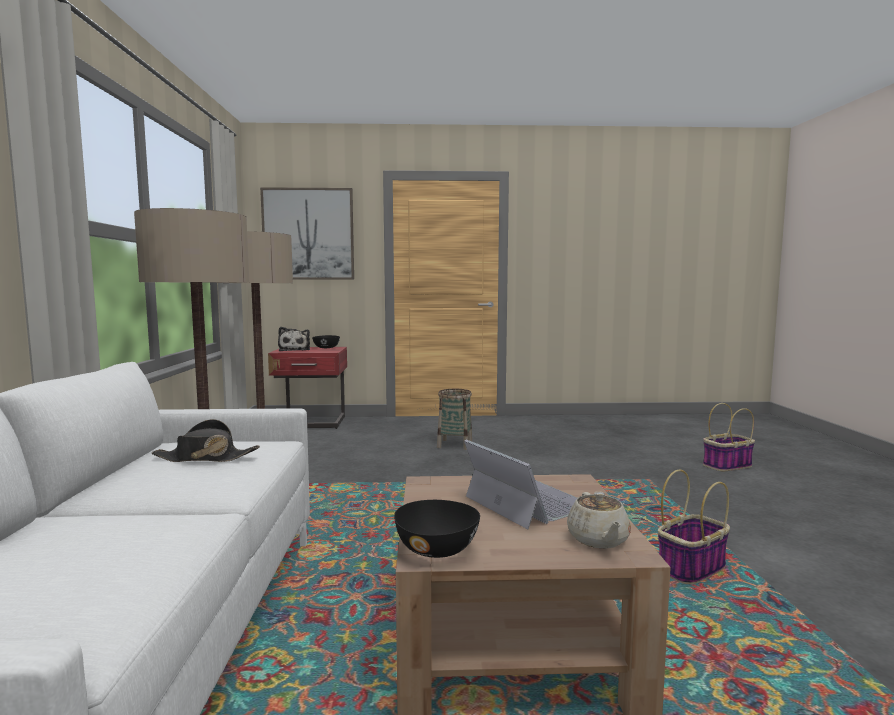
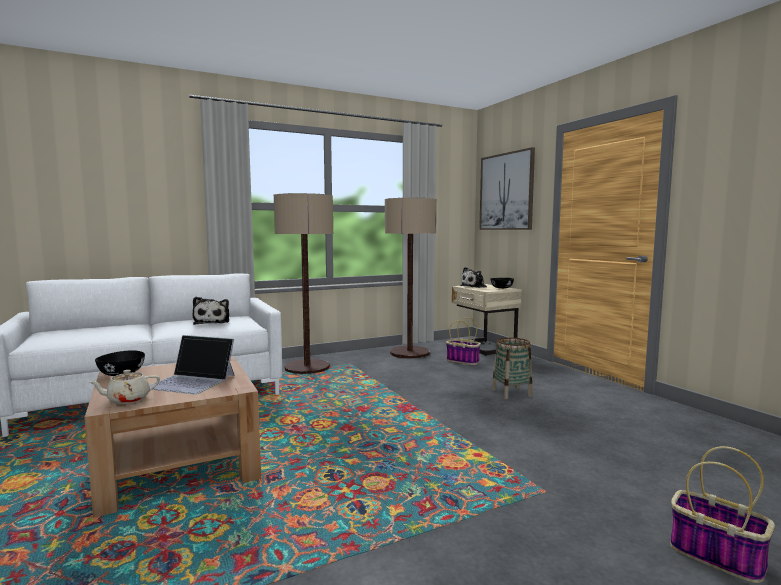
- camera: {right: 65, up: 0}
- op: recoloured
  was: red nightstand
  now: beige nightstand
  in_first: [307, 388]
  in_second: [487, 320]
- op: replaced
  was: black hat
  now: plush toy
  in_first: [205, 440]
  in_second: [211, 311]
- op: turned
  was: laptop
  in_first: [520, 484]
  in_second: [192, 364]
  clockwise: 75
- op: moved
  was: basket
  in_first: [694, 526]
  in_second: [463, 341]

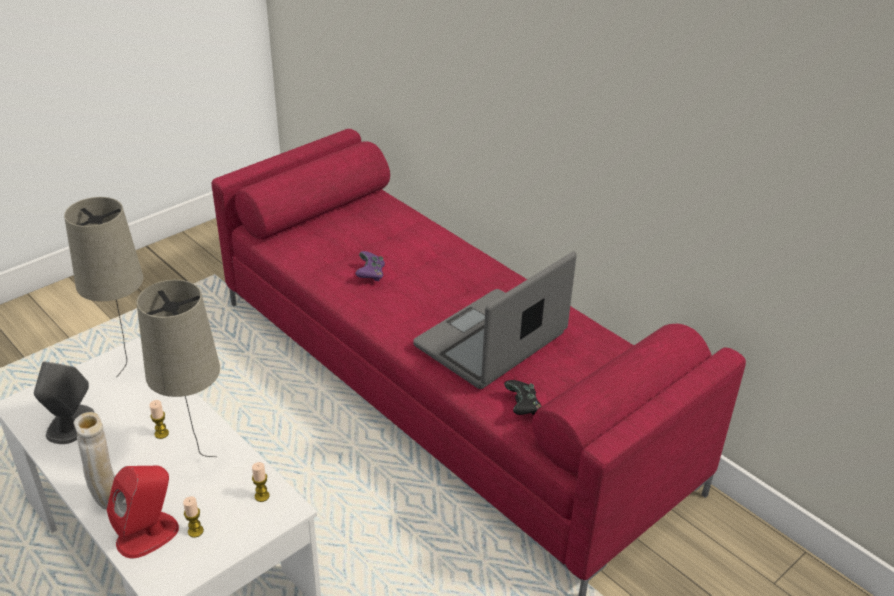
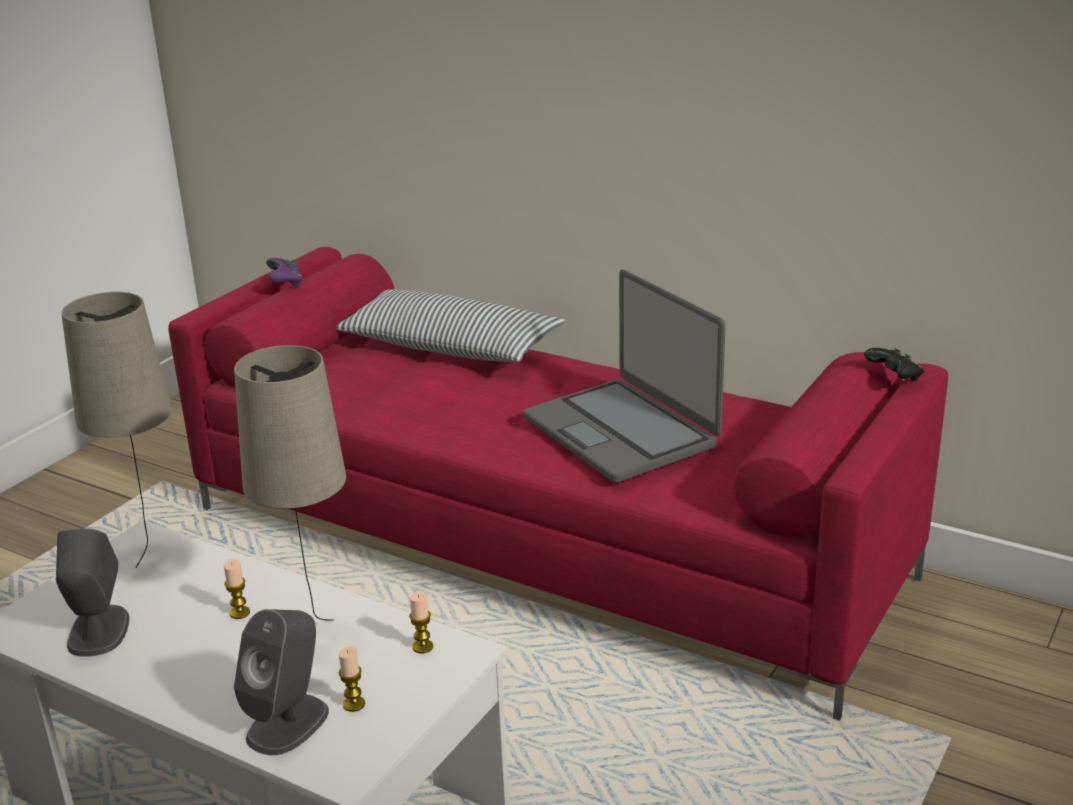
- camera: {right: -15, up: -10}
- op: moved
  was: purple game controller
  in_first: [370, 266]
  in_second: [284, 272]
- op: turned
  was: laptop
  in_first: [495, 320]
  in_second: [624, 376]
  clockwise: -60
- op: moved
  was: black game controller
  in_first: [522, 397]
  in_second: [894, 364]
- op: removed
  was: beige vase
  in_first: [94, 461]
- op: recoloured
  was: red speaker
  now: grey speaker
  in_first: [143, 512]
  in_second: [281, 682]
- op: added
  now: pillow
  in_second: [451, 325]

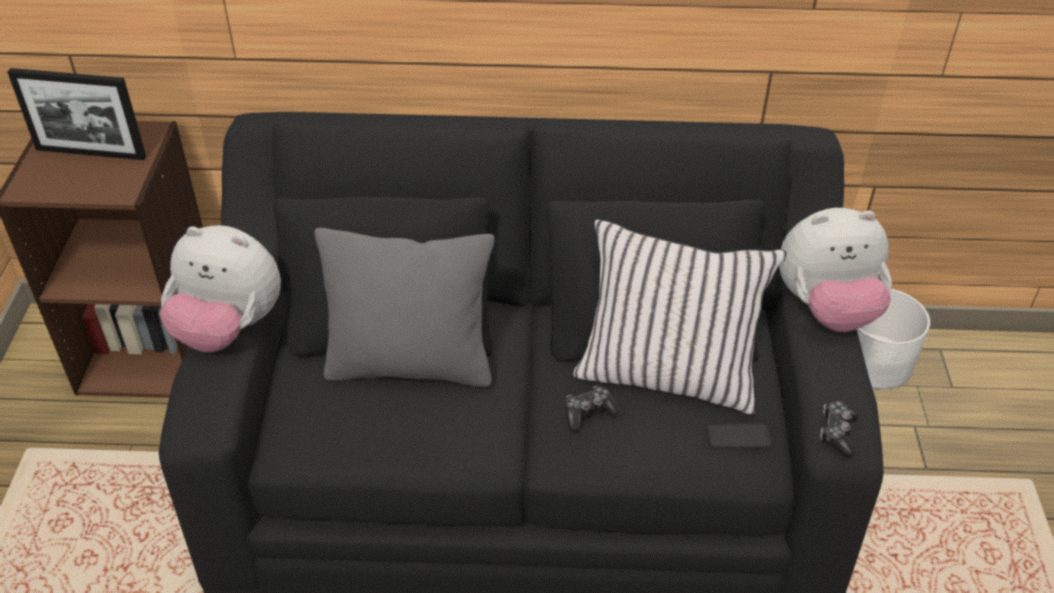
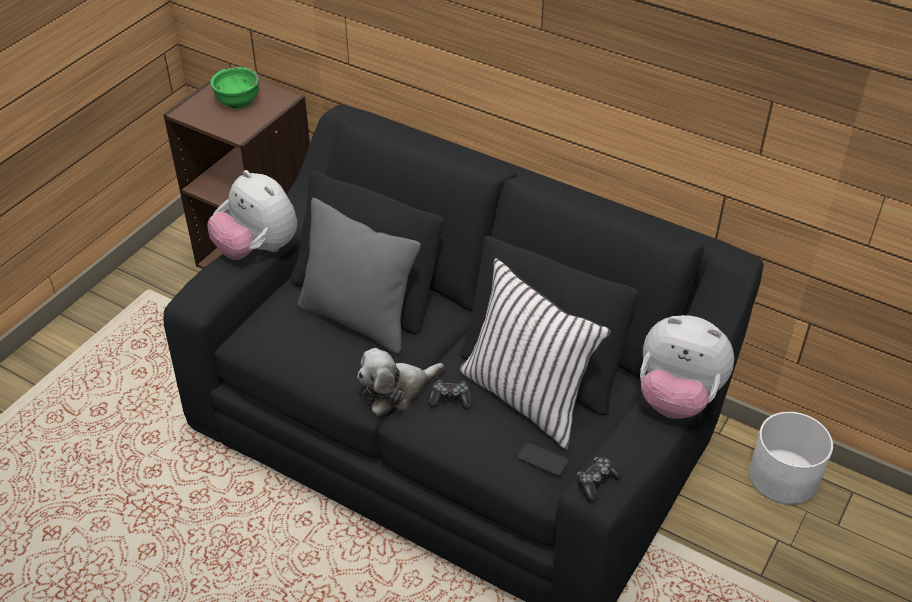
- camera: {right: 30, up: 0}
- op: replaced
  was: picture frame
  now: green bowl
  in_first: [76, 114]
  in_second: [234, 88]
- op: added
  now: plush toy
  in_second: [400, 382]

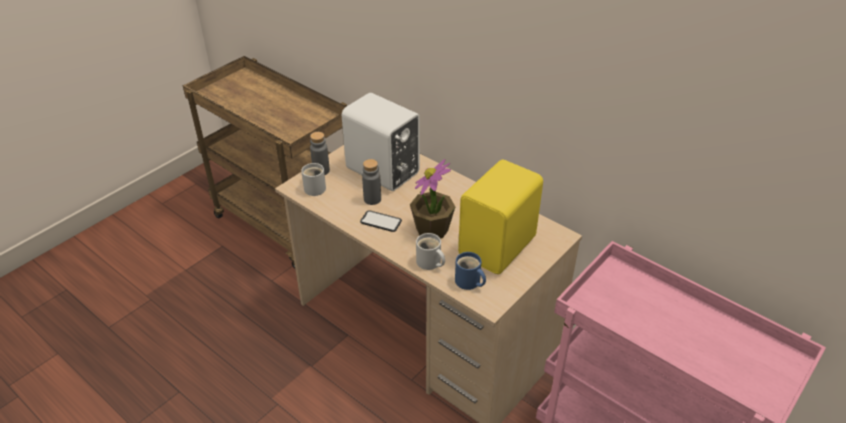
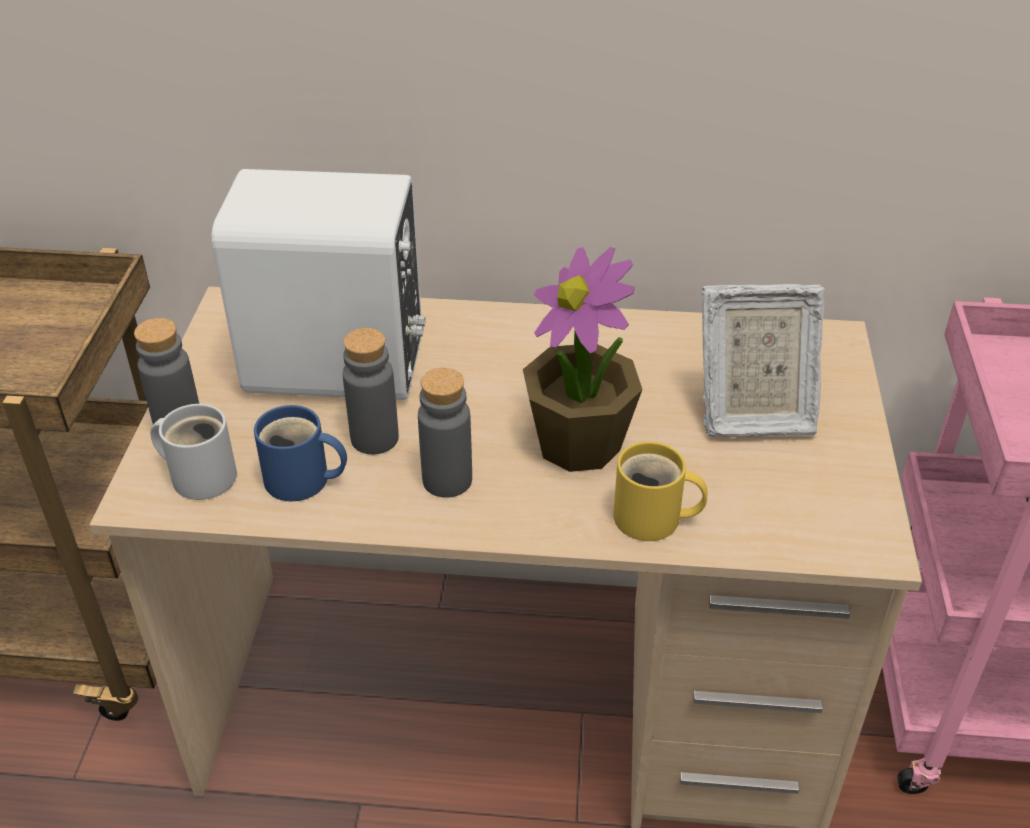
- camera: {right: -35, up: 0}
- op: replaced
  was: yellow speaker
  now: picture frame
  in_first: [500, 217]
  in_second: [763, 360]
- op: replaced
  was: phone
  now: grey bottle
  in_first: [381, 221]
  in_second: [445, 433]
- op: recoloured
  was: white mug
  now: yellow mug
  in_first: [430, 251]
  in_second: [660, 491]
- op: moved
  was: blue mug
  in_first: [470, 271]
  in_second: [300, 453]

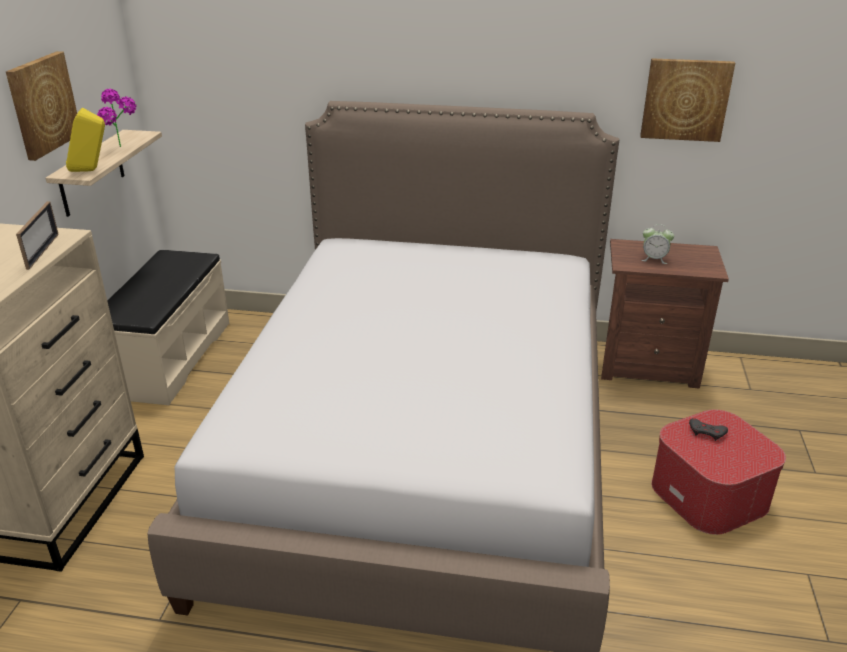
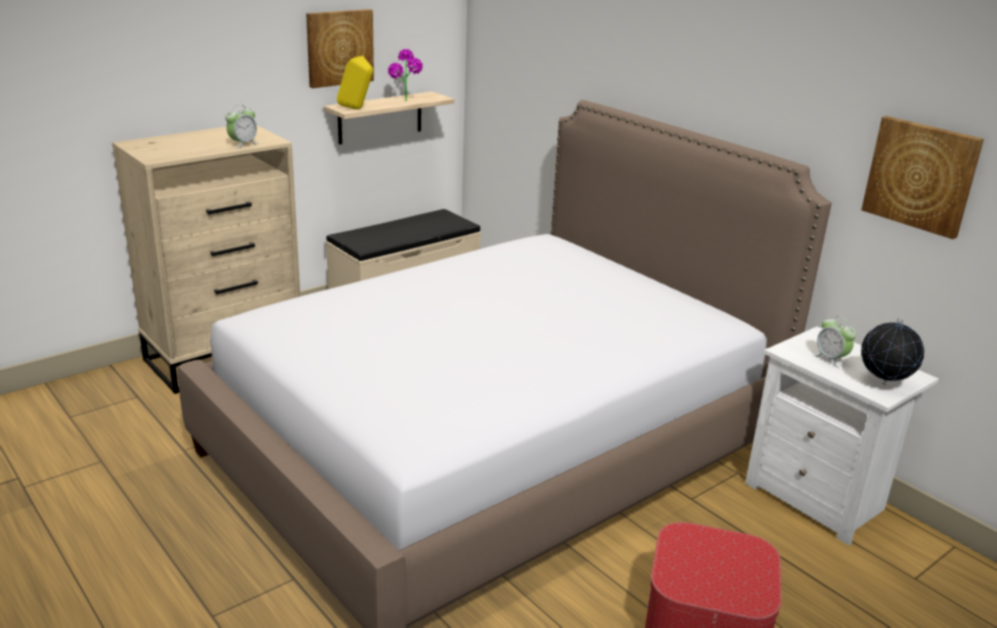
- camera: {right: 40, up: -5}
- op: replaced
  was: picture frame
  now: alarm clock
  in_first: [37, 235]
  in_second: [242, 126]
- op: recoloured
  was: brown nightstand
  now: white nightstand
  in_first: [665, 314]
  in_second: [842, 436]
- op: removed
  was: grey game controller
  in_first: [708, 429]
- op: added
  now: globe
  in_second: [892, 351]

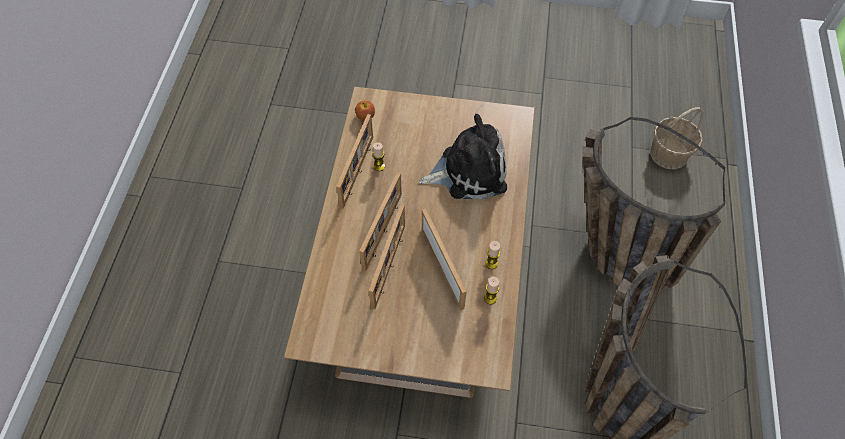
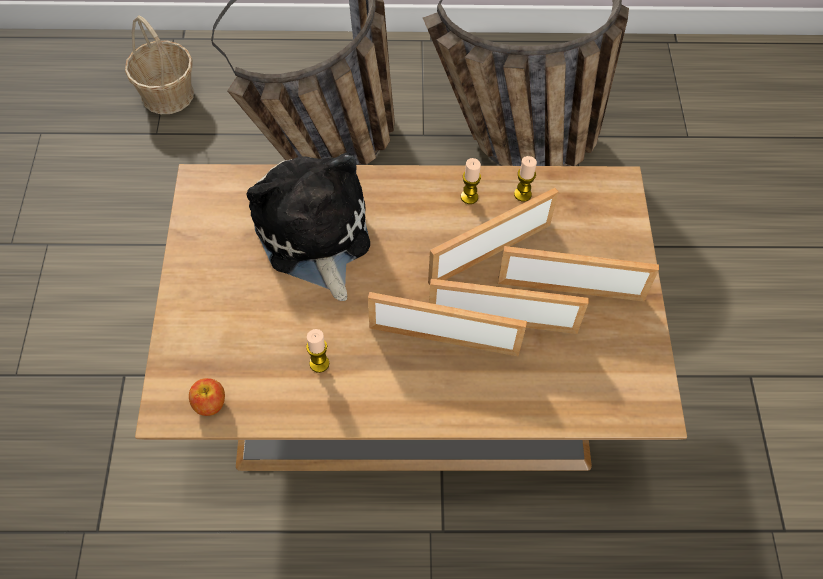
- camera: {right: -100, up: 0}
- op: moved
  was: picture frame
  in_first: [354, 161]
  in_second: [578, 274]

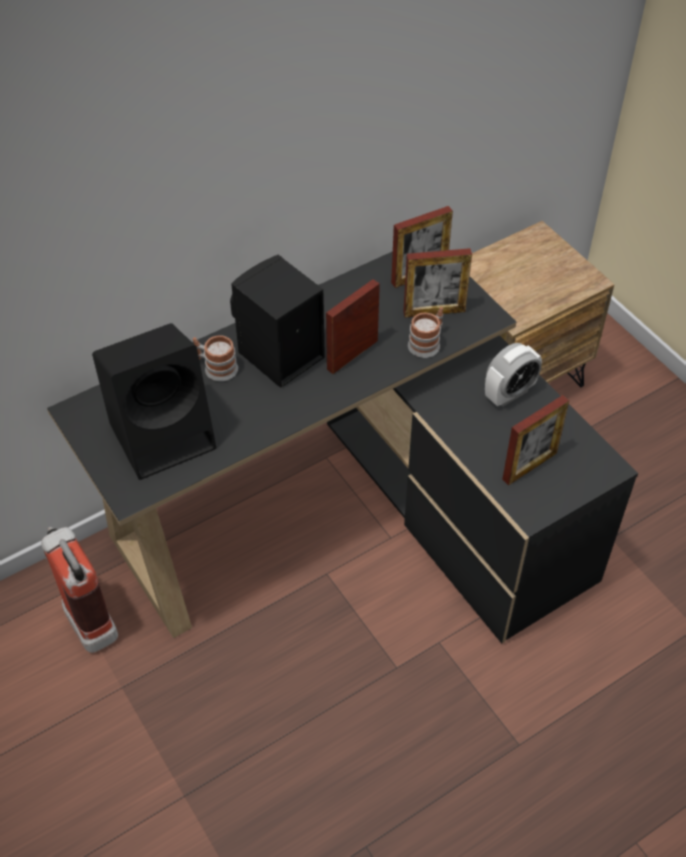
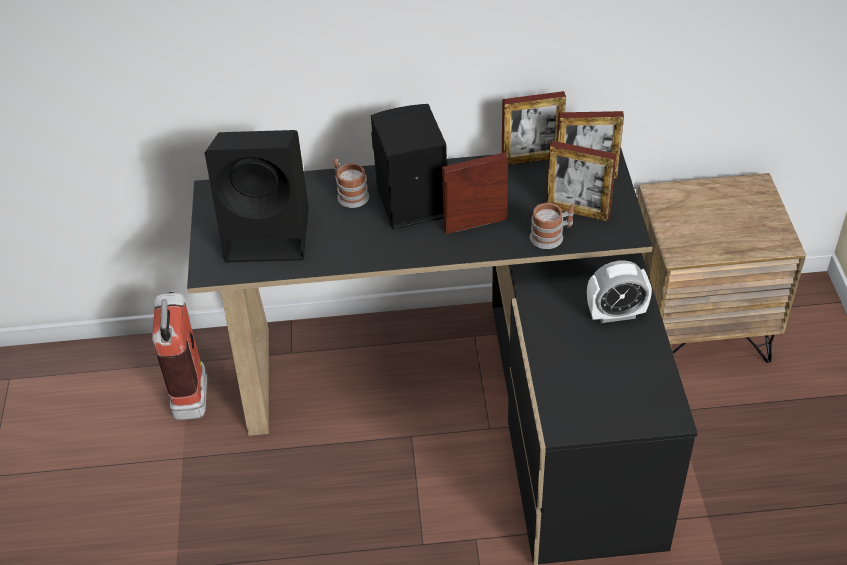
- camera: {right: 30, up: -5}
- op: moved
  was: picture frame
  in_first: [535, 440]
  in_second: [534, 128]

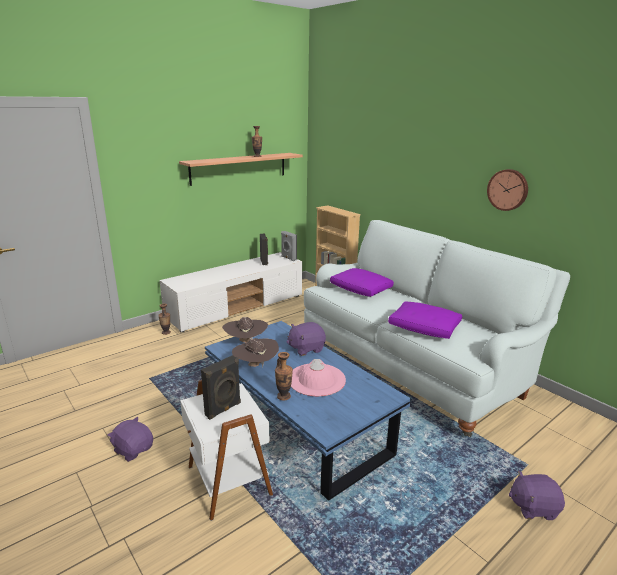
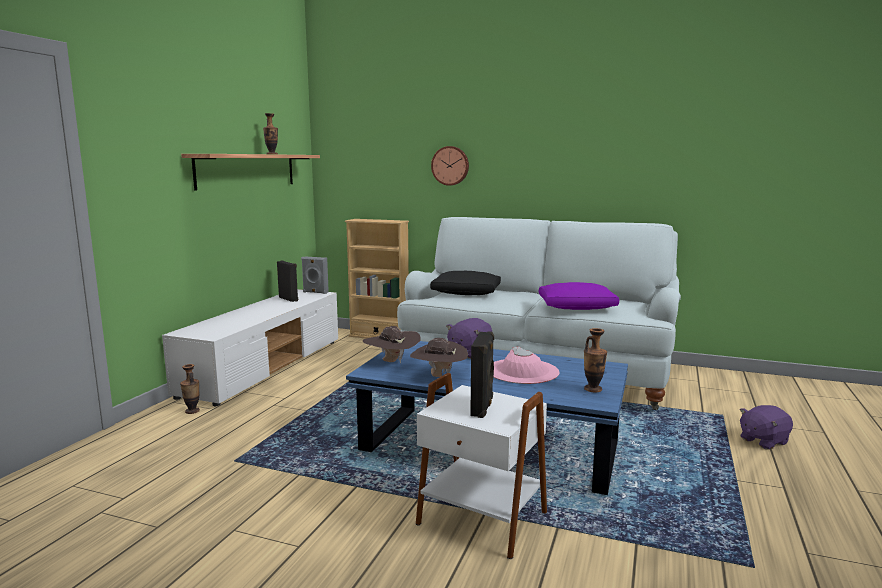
- camera: {right: -30, up: -10}
- op: moved
  was: wall clock
  in_first: [507, 190]
  in_second: [450, 166]
- op: recoloured
  was: purple pillow
  now: black pillow
  in_first: [362, 282]
  in_second: [465, 283]
- op: moved
  was: vase
  in_first: [284, 376]
  in_second: [595, 360]
- op: removed
  was: purple plush toy
  in_first: [130, 439]

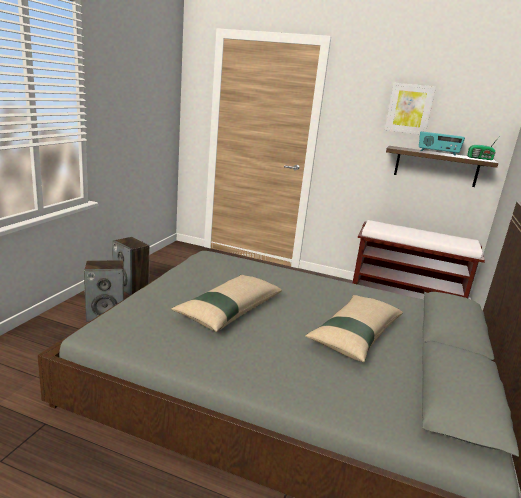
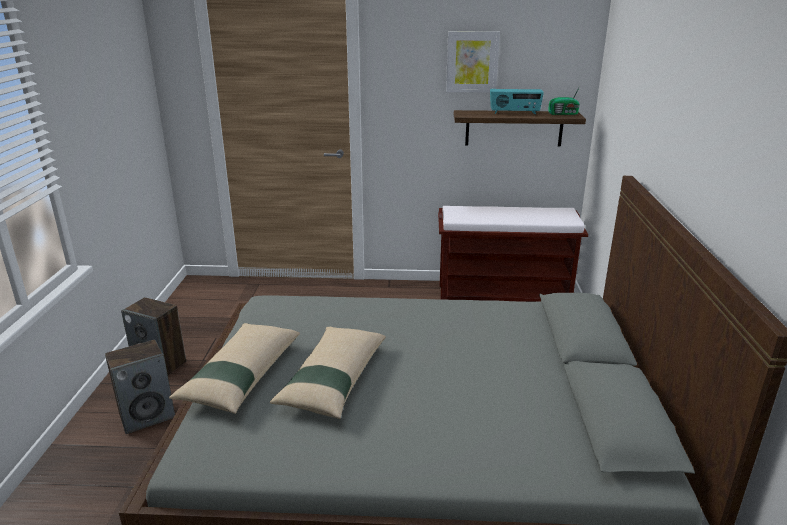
- camera: {right: -15, up: 5}
- op: moved
  was: beige pillow
  in_first: [354, 328]
  in_second: [234, 368]

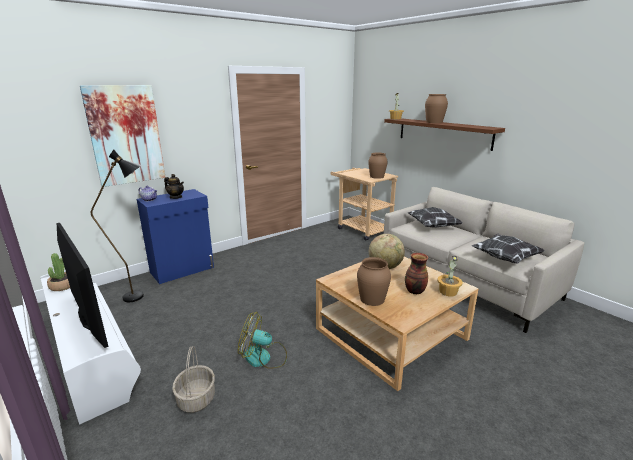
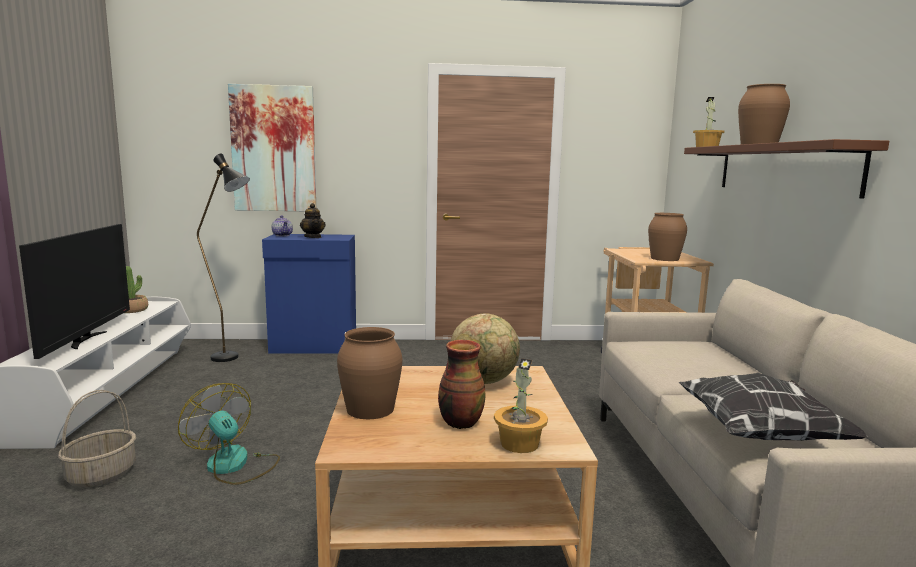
- camera: {right: 35, up: -10}
- op: removed
  was: pillow
  in_first: [434, 217]

